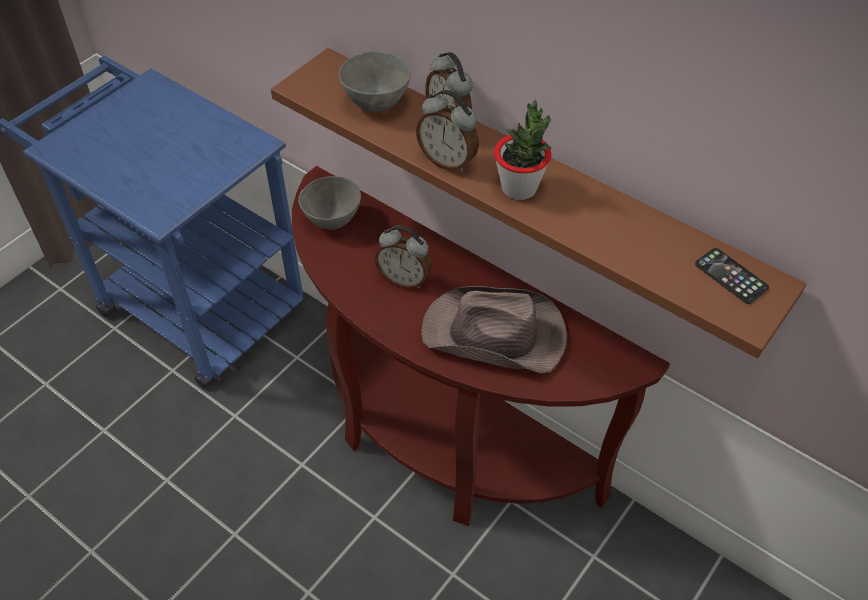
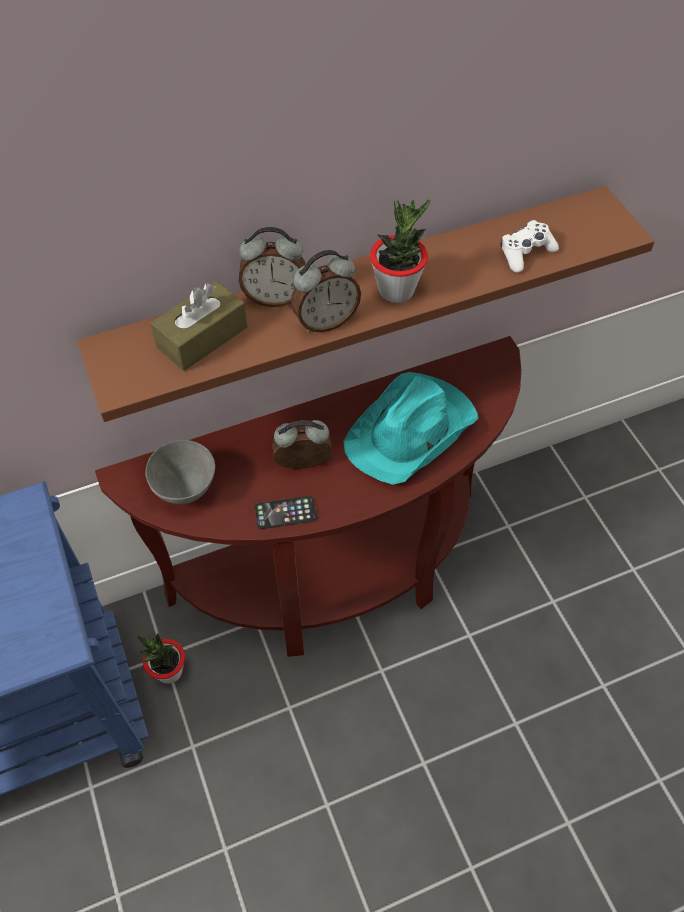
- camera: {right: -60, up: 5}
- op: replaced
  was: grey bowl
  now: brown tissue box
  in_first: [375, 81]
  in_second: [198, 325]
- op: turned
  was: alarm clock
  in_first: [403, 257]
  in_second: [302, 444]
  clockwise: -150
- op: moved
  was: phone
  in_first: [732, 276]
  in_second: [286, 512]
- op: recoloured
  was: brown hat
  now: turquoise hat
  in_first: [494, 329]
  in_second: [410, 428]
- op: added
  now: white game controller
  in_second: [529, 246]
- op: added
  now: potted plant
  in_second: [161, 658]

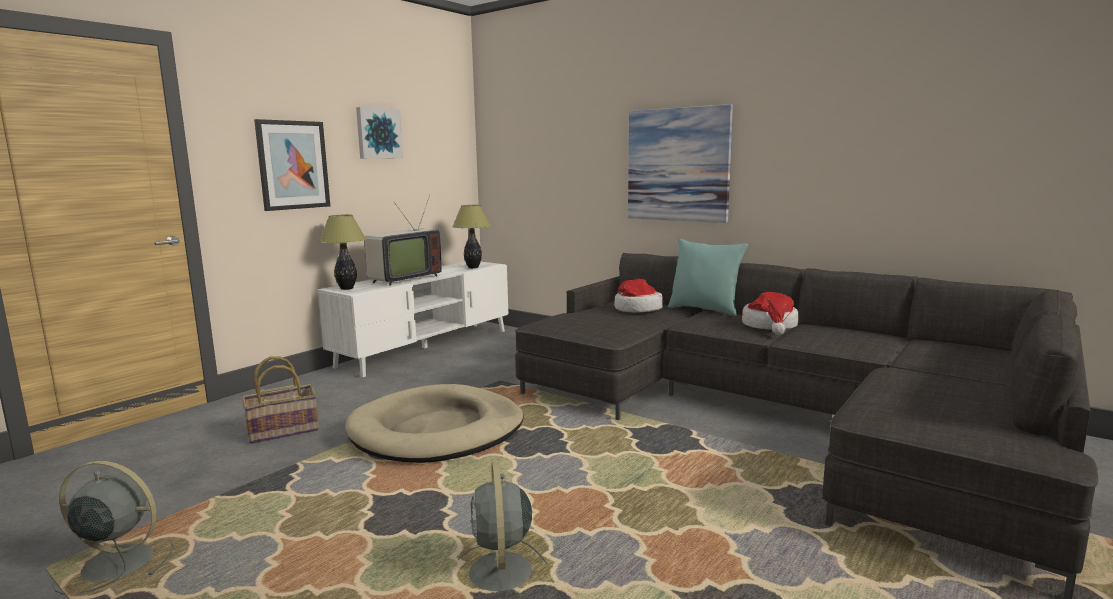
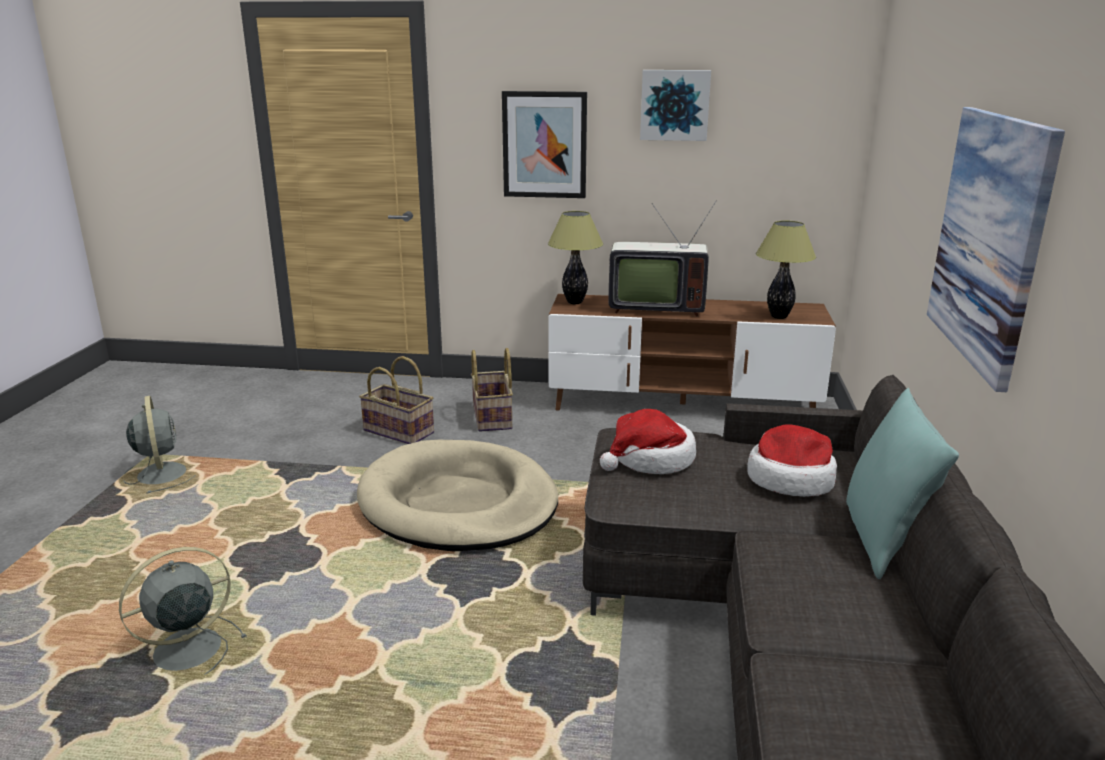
- camera: {right: 60, up: 10}
- op: recoloured
  was: white tv stand
  now: brown tv stand
  in_first: [413, 319]
  in_second: [692, 352]
- op: moved
  was: hat
  in_first: [770, 313]
  in_second: [648, 441]
- op: added
  now: basket
  in_second: [492, 390]

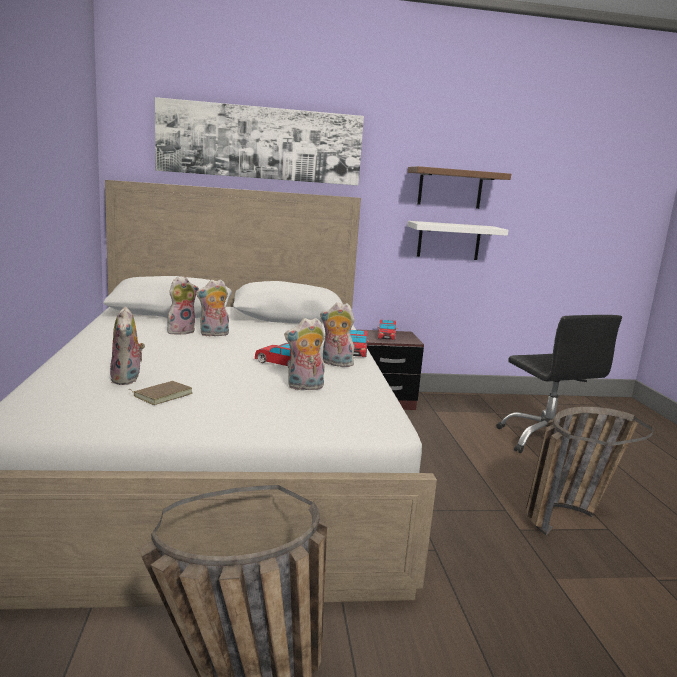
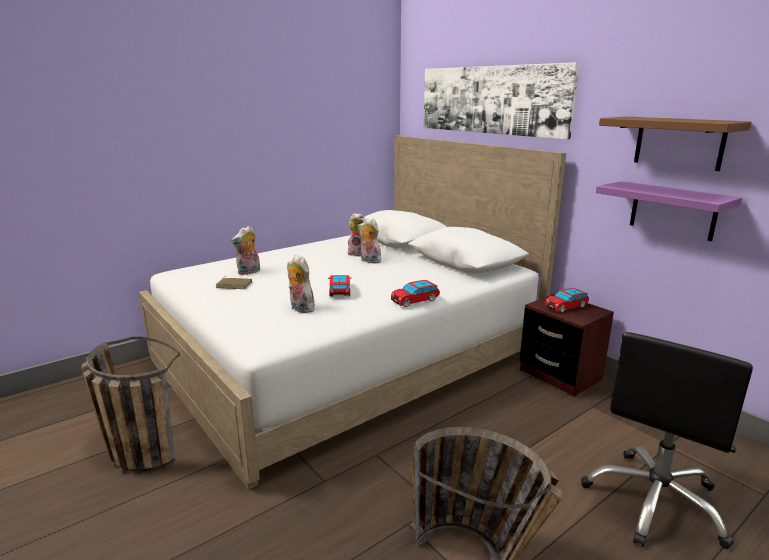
- camera: {right: 60, up: 5}
- op: recoloured
  was: white shelf
  now: purple shelf
  in_first: [458, 240]
  in_second: [669, 211]
- op: removed
  was: plush toy
  in_first: [338, 335]

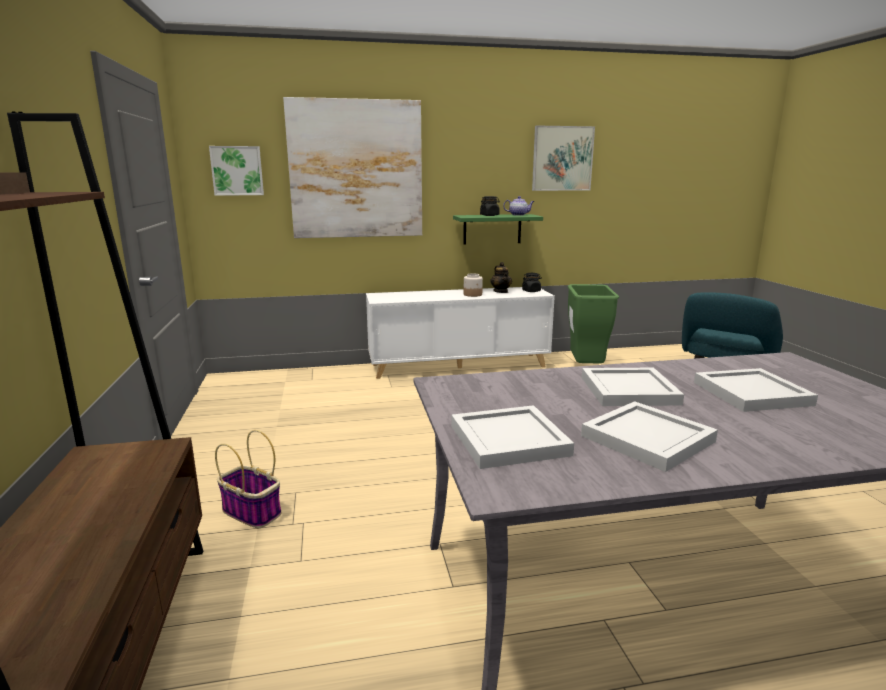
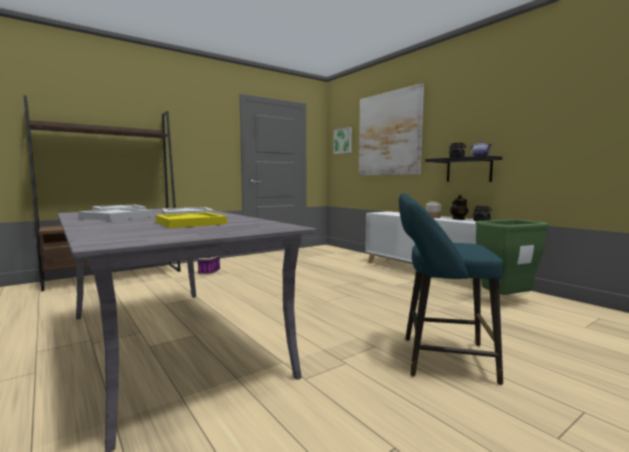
- camera: {right: 65, up: -10}
- op: removed
  was: picture
  in_first: [563, 158]
- op: recoloured
  was: green shelf
  now: black shelf
  in_first: [498, 229]
  in_second: [463, 169]
- op: recoloured
  was: white tray
  now: yellow tray
  in_first: [756, 390]
  in_second: [191, 220]

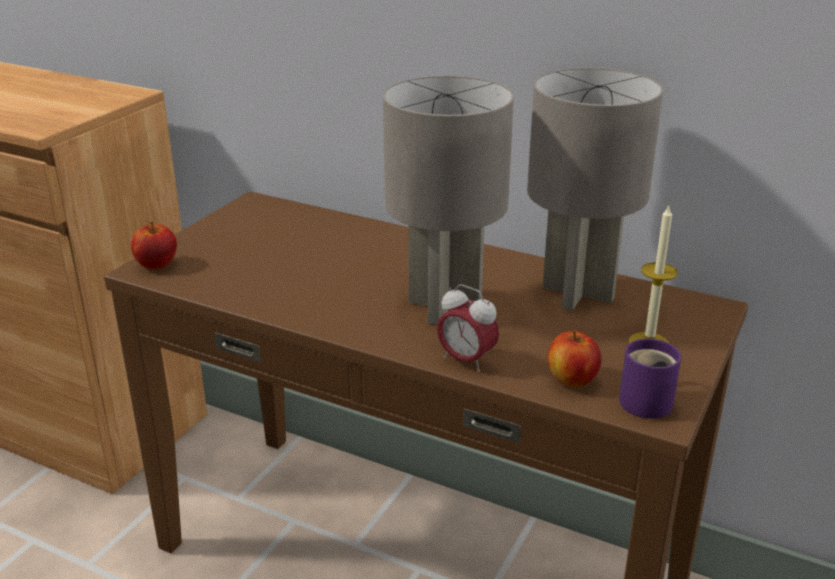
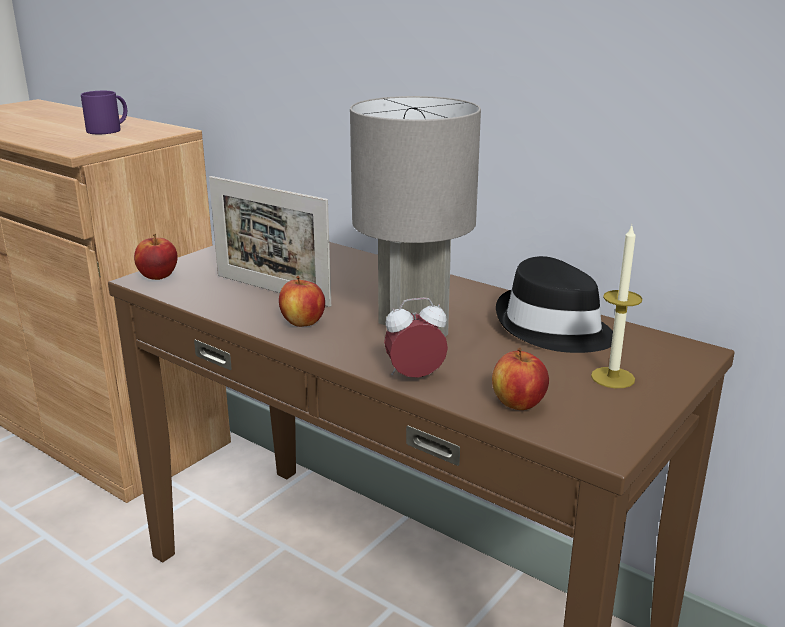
- camera: {right: 10, up: -5}
- op: replaced
  was: grey table lamp
  now: black hat
  in_first: [595, 189]
  in_second: [554, 304]
- op: turned
  was: alarm clock
  in_first: [468, 328]
  in_second: [416, 337]
  clockwise: 120
- op: moved
  was: purple mug
  in_first: [650, 379]
  in_second: [104, 112]
- op: added
  now: picture frame
  in_second: [270, 241]
- op: added
  now: apple
  in_second: [302, 301]

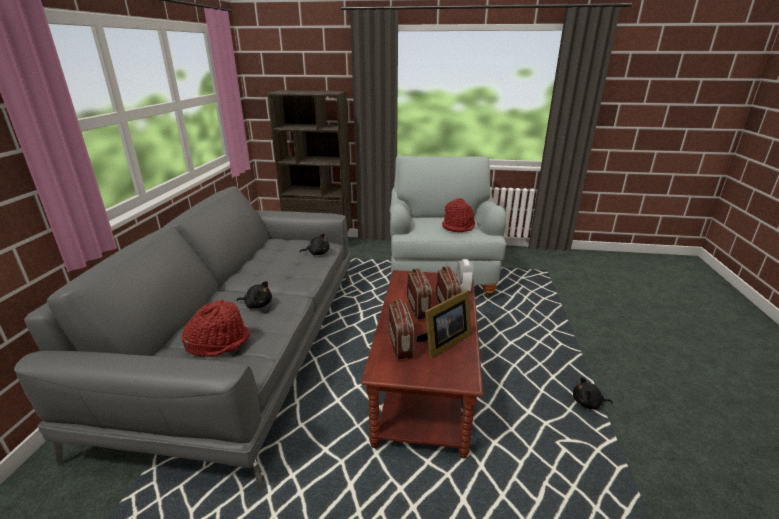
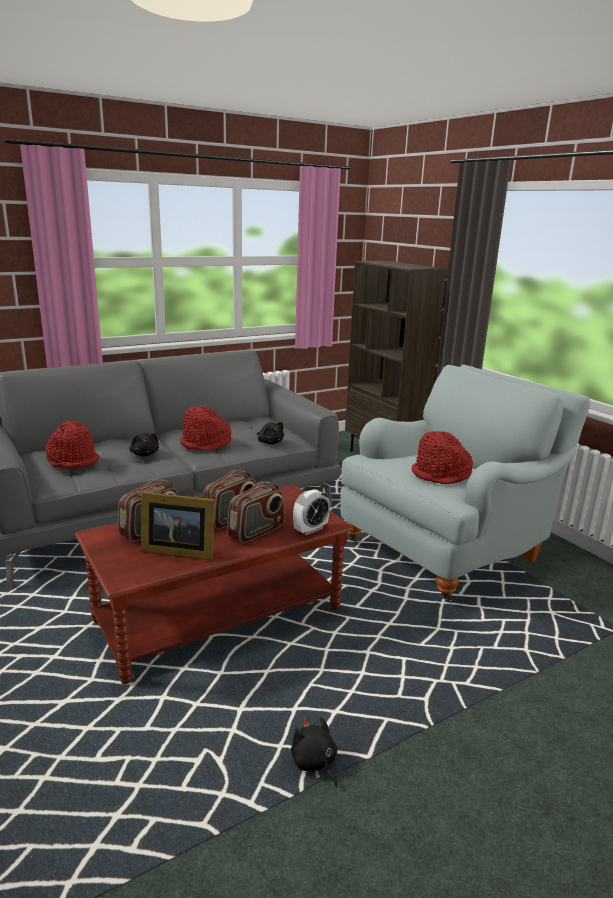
- camera: {right: 50, up: -5}
- op: added
  now: red hat
  in_second: [205, 428]

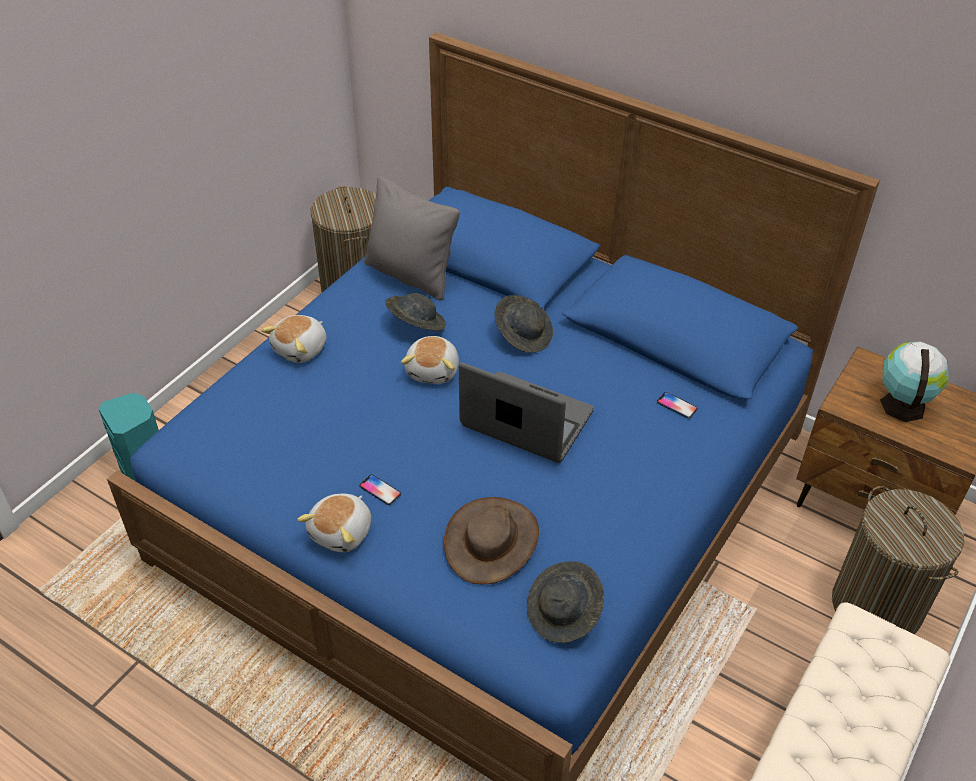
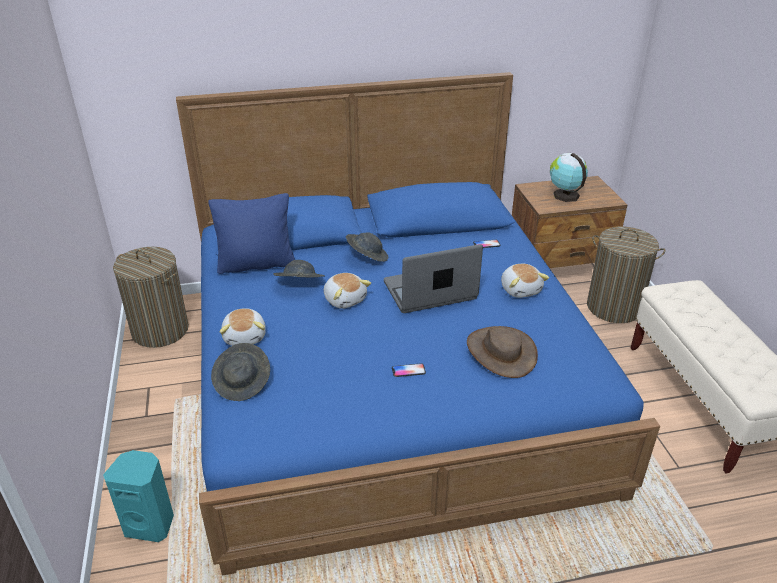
- camera: {right: -45, up: -10}
- op: recoloured
  was: grey pillow
  now: blue pillow
  in_first: [412, 238]
  in_second: [251, 233]
- op: moved
  was: plush toy
  in_first: [334, 523]
  in_second: [525, 281]
- op: moved
  was: grey hat
  in_first: [565, 602]
  in_second: [240, 372]

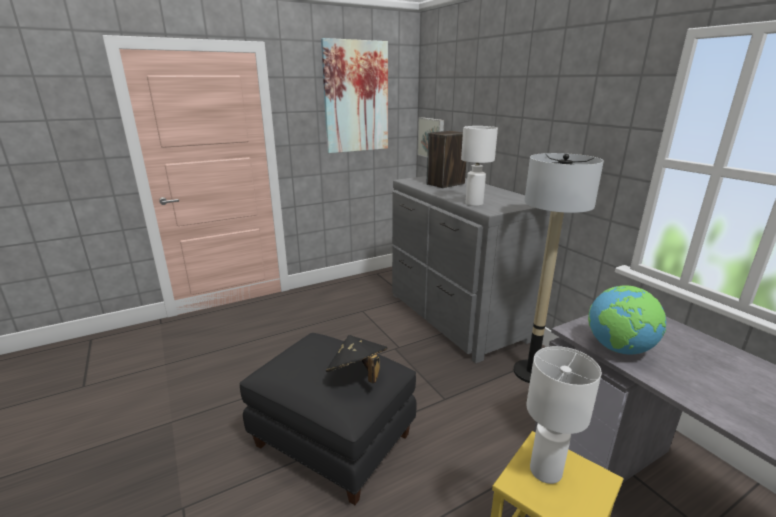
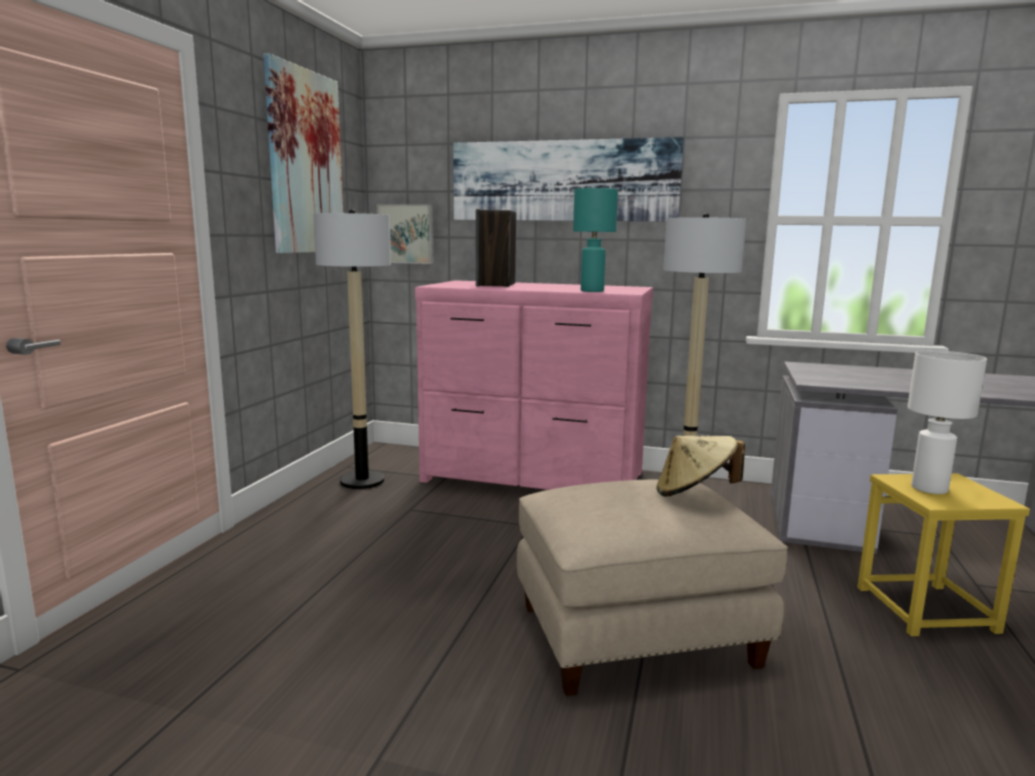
- camera: {right: -45, up: -10}
- op: recoloured
  was: white table lamp
  now: turquoise table lamp
  in_first: [479, 166]
  in_second: [595, 240]
- op: recoloured
  was: grey dresser
  now: pink dresser
  in_first: [471, 269]
  in_second: [534, 385]
- op: removed
  was: globe
  in_first: [627, 320]
- op: recoloured
  was: black ottoman
  now: beige ottoman
  in_first: [328, 419]
  in_second: [652, 587]
- op: recoloured
  was: black hat
  now: beige hat
  in_first: [356, 359]
  in_second: [700, 466]
- op: added
  now: picture
  in_second: [568, 179]
- op: added
  now: floor lamp
  in_second: [352, 349]

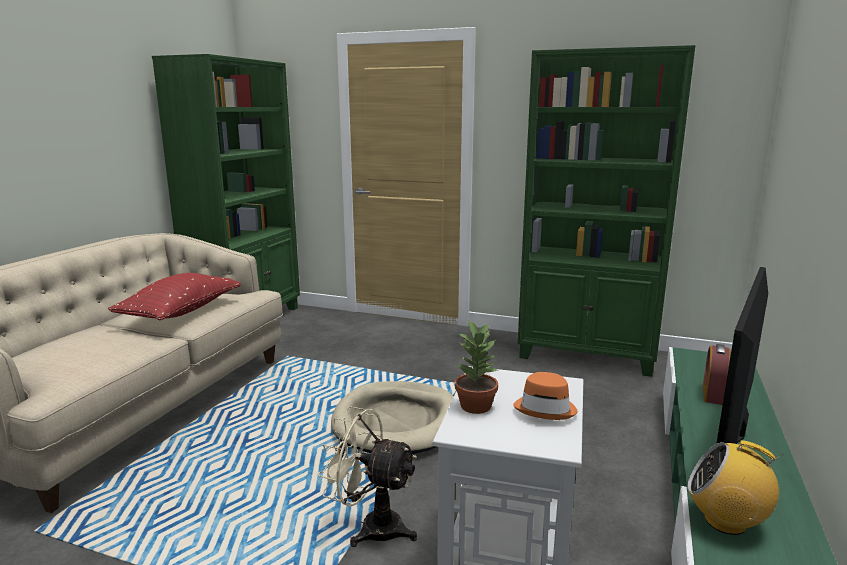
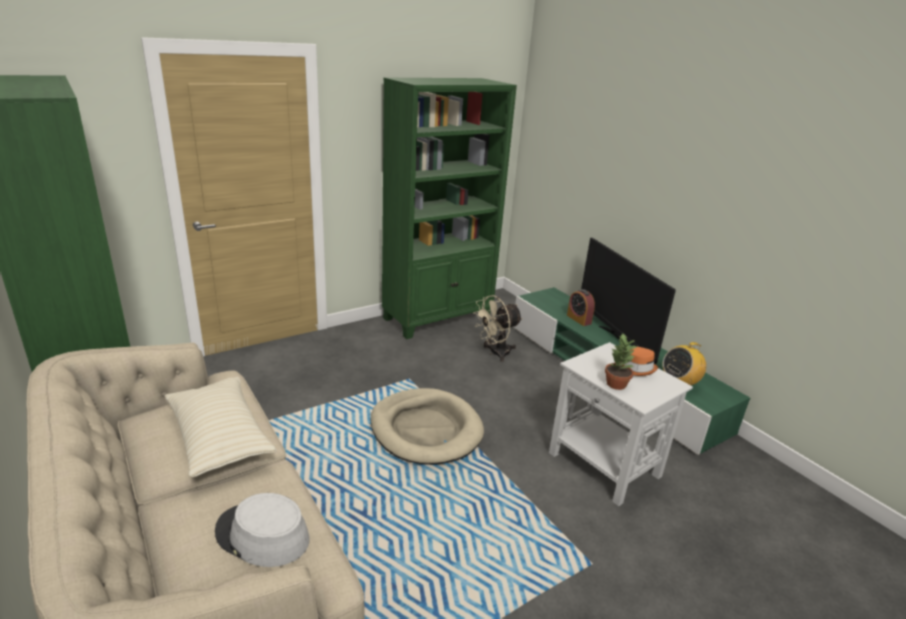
- camera: {right: -55, up: 10}
- op: recoloured
  was: red pillow
  now: beige pillow
  in_first: [174, 296]
  in_second: [220, 427]
- op: moved
  was: beige fan
  in_first: [367, 476]
  in_second: [498, 328]
- op: added
  now: grey hat
  in_second: [262, 530]

